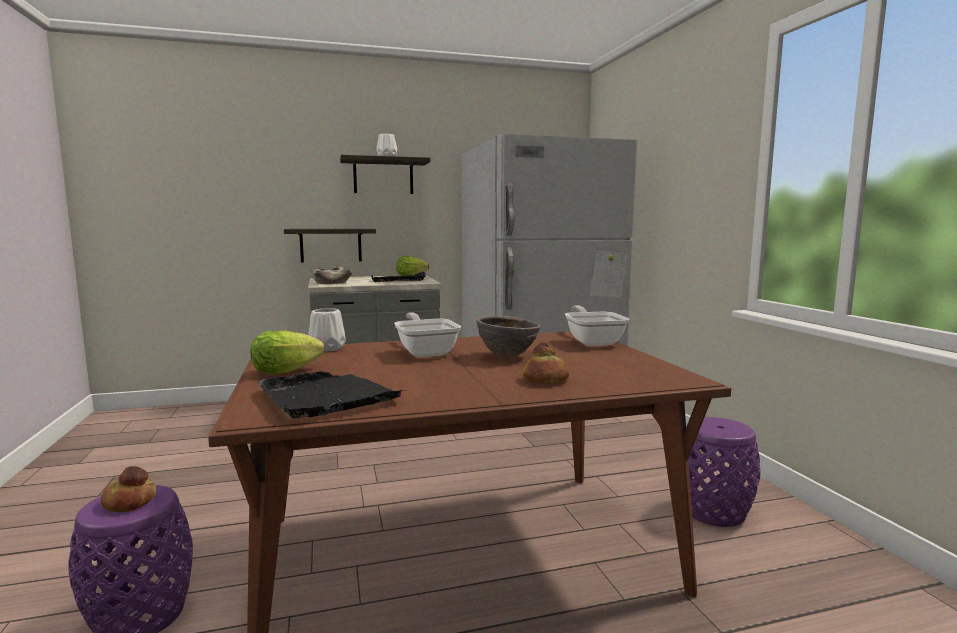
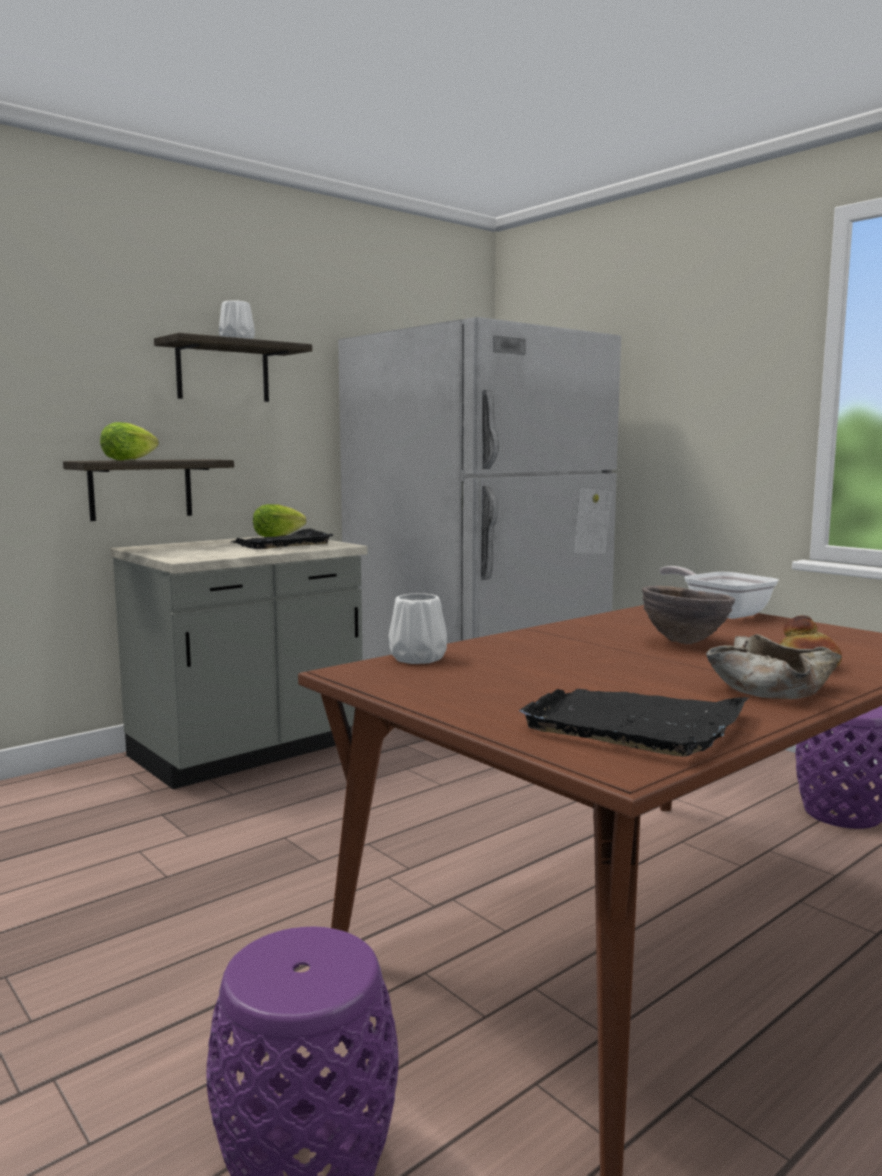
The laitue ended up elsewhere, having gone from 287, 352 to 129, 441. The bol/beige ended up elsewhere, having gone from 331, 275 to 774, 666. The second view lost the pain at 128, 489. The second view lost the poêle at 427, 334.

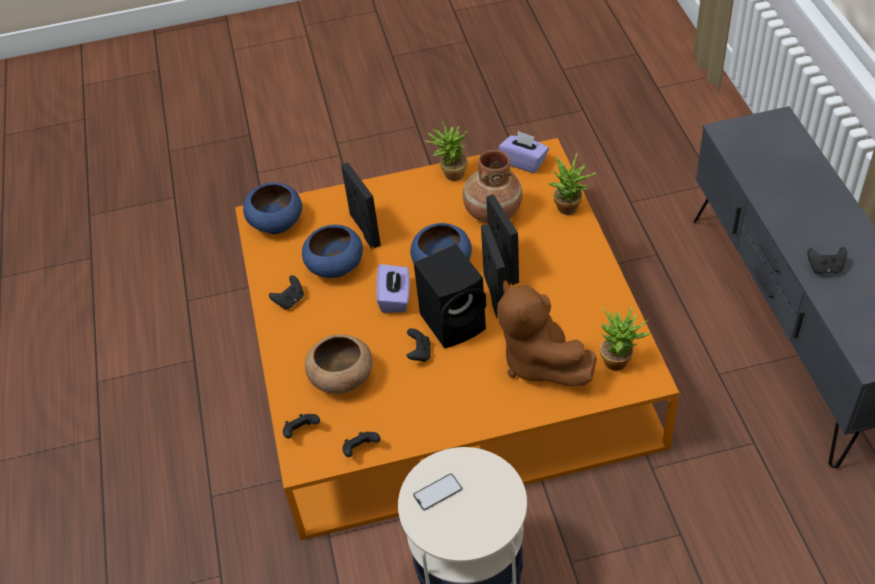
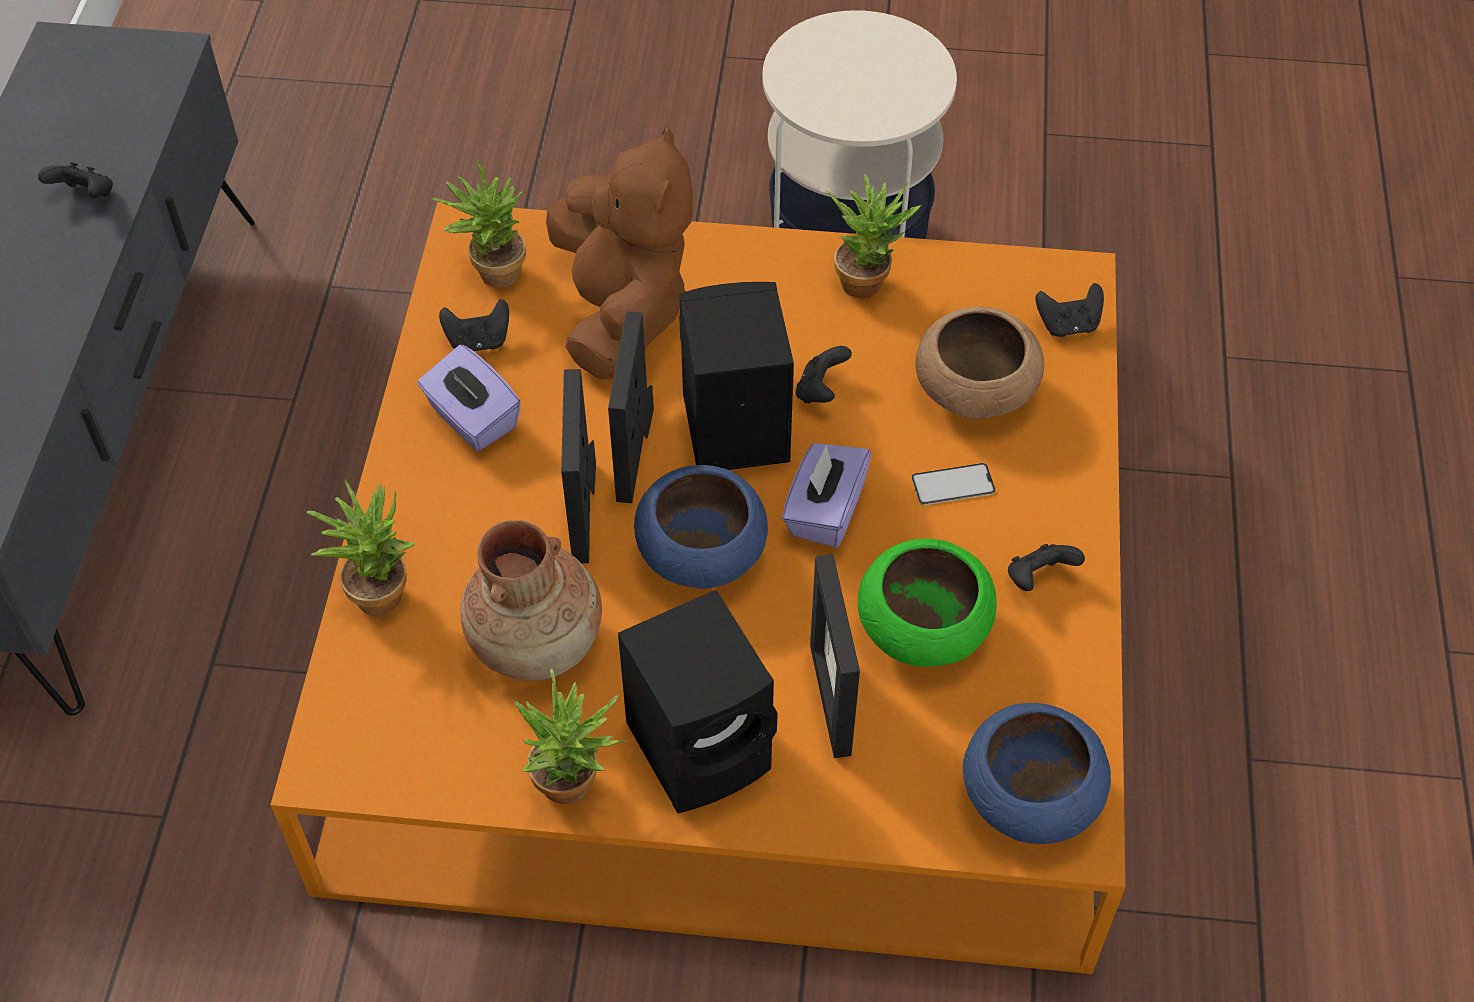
The boîte à mouchoirs/violet ended up elsewhere, having gone from 524, 152 to 469, 398. The manette/noir ended up elsewhere, having gone from 361, 444 to 474, 325. The second view gained the enceinte/noir at 698, 702. The second view gained the plante en pot at 873, 236. What was the bol/bleu at 332, 251 turned into the bol/vert at 927, 602. The téléphone ended up elsewhere, having gone from 437, 492 to 953, 484.

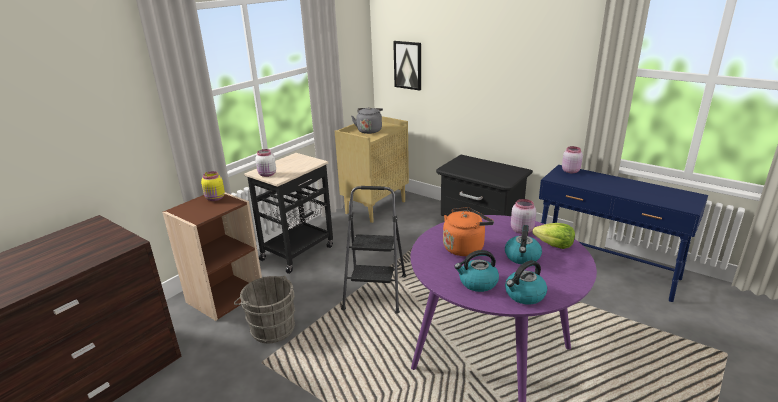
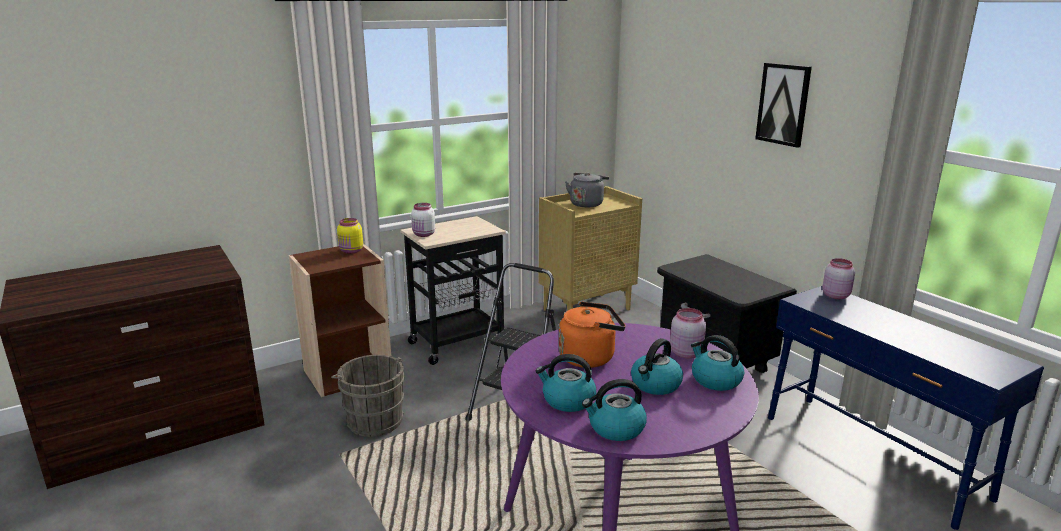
Where the laitue stood at 554, 236, the bouilloire came to stand at 717, 363. The tableau ended up elsewhere, having gone from 407, 66 to 783, 105.

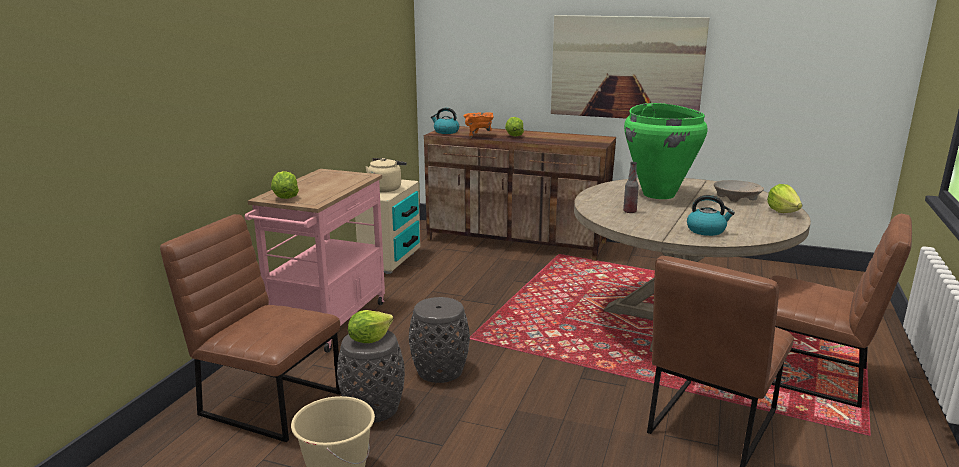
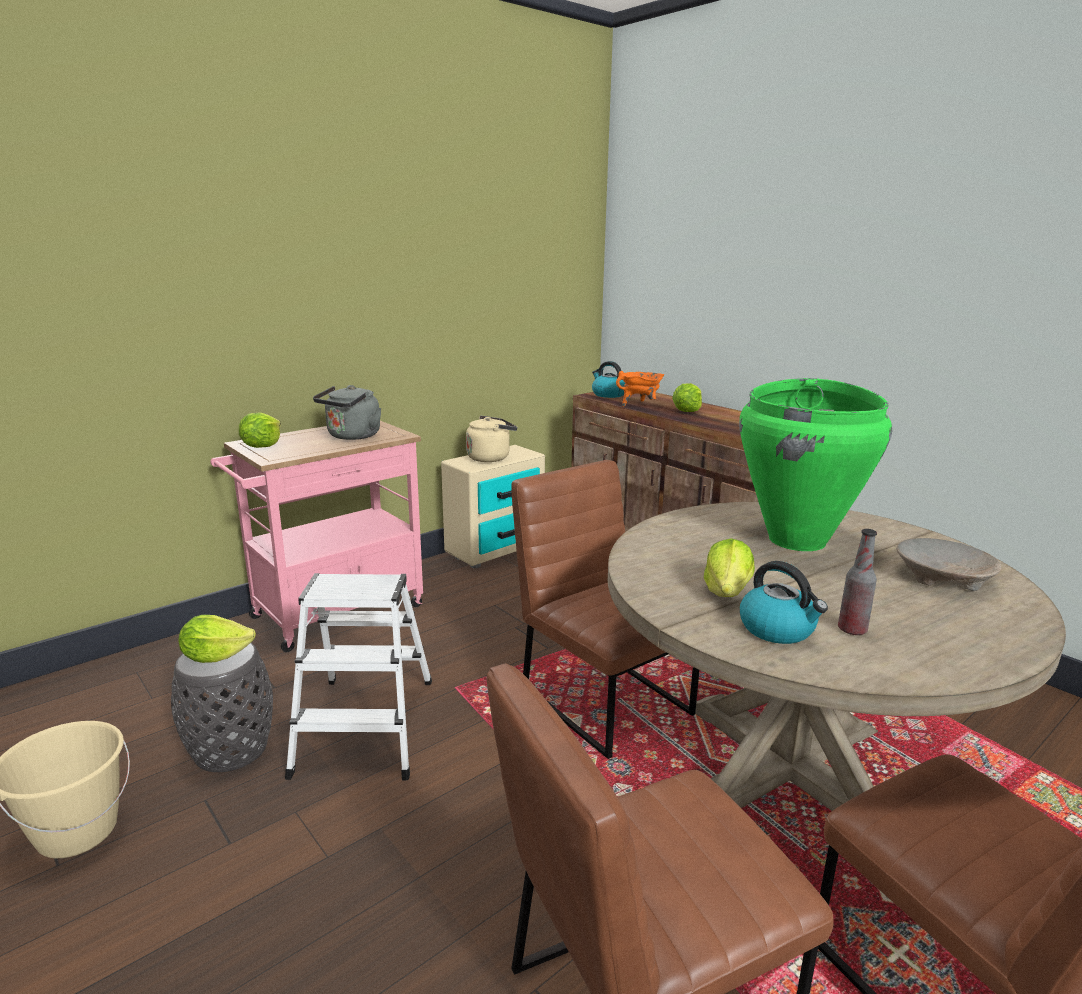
Where the tabouret/gris stood at 439, 340, the escabeau/blanc came to stand at 358, 676. The second view gained the bouilloire/gris at 347, 412. The chaise/marron ended up elsewhere, having gone from 250, 328 to 605, 609. The laitue ended up elsewhere, having gone from 784, 198 to 729, 567. The bouteille ended up elsewhere, having gone from 631, 187 to 857, 582. The second view lost the tableau at 630, 67.

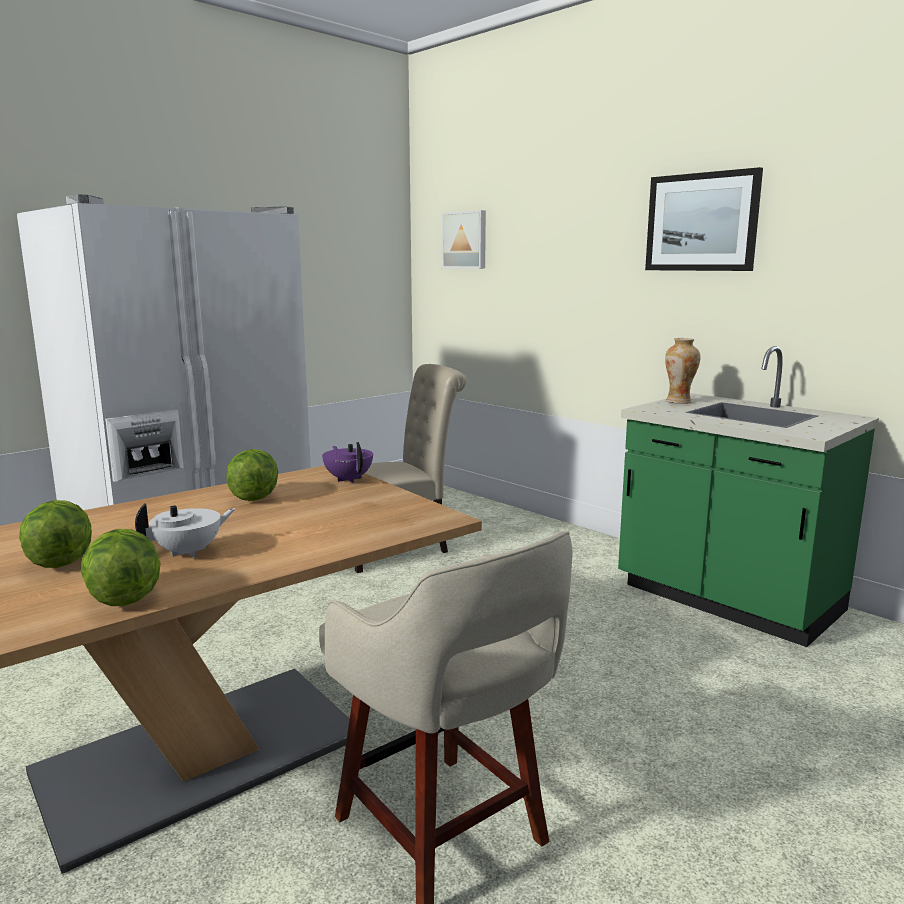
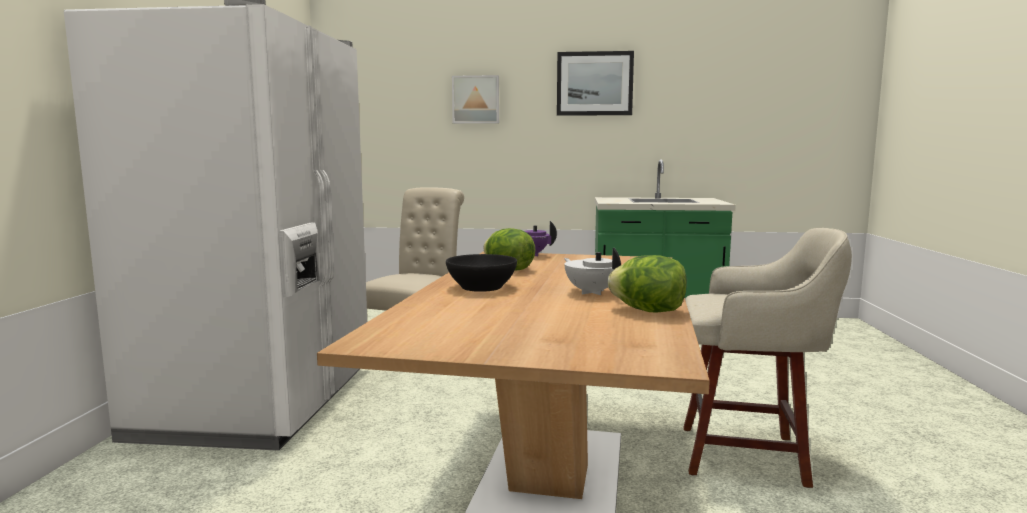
The second view gained the bol/noir at 481, 273. The tableau ended up elsewhere, having gone from 464, 239 to 475, 99. The théière/blanc at 185, 530 ended up facing another way, 45 degrees counterclockwise from before. The second view lost the laitue at 55, 534. The second view lost the vase at 682, 371.

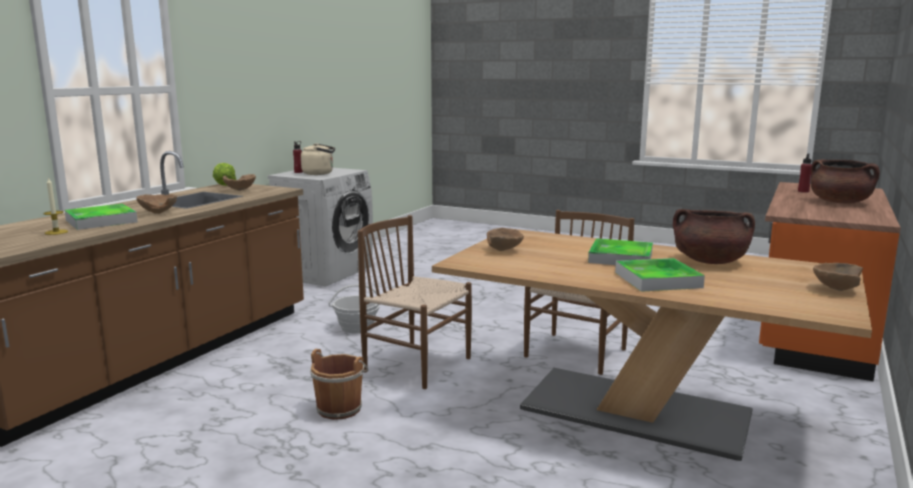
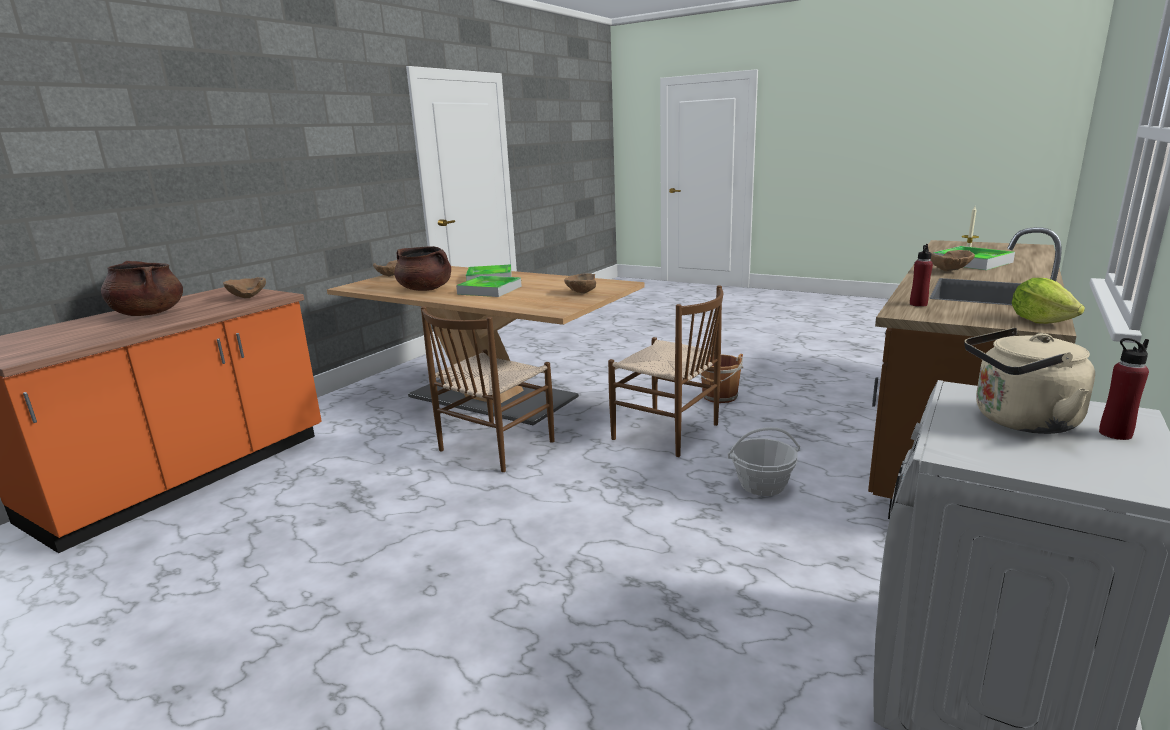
The bol/marron ended up elsewhere, having gone from 239, 182 to 244, 287. The bouteille/rouge ended up elsewhere, having gone from 805, 173 to 921, 275.

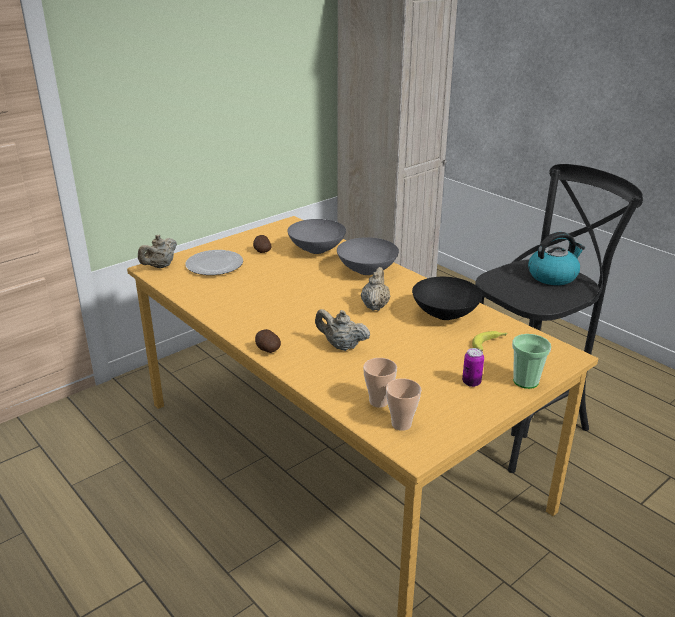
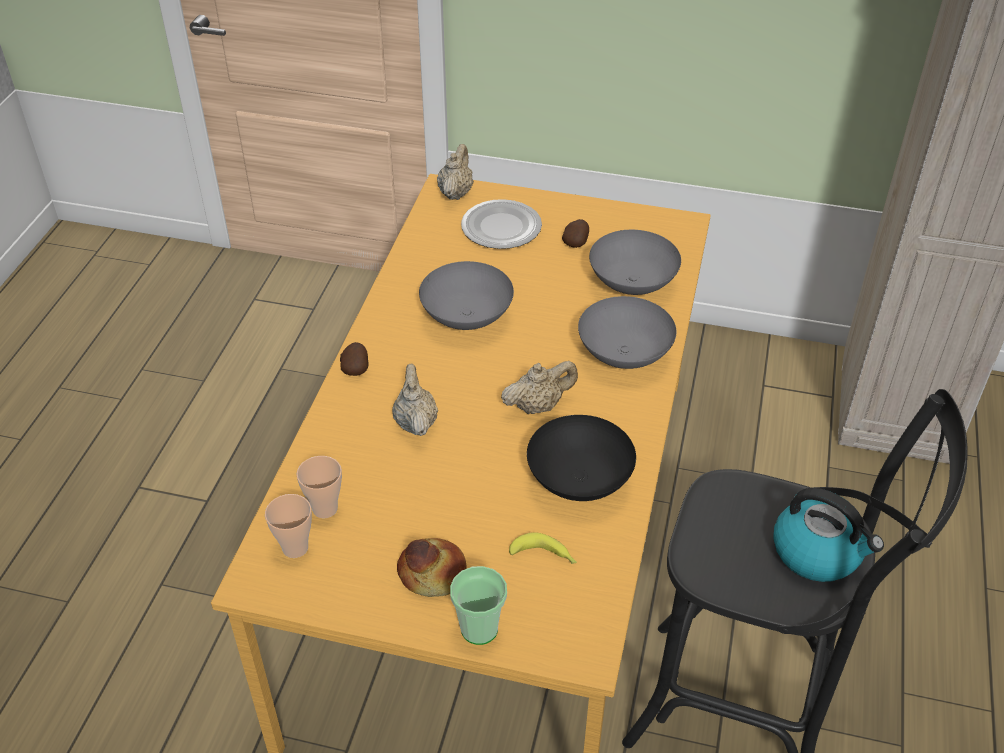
Where the boîte métallique stood at 473, 367, the pain came to stand at 431, 567. The second view gained the bol/gris at 466, 295. The théière/beige at 157, 251 ended up facing another way, 105 degrees clockwise from before.

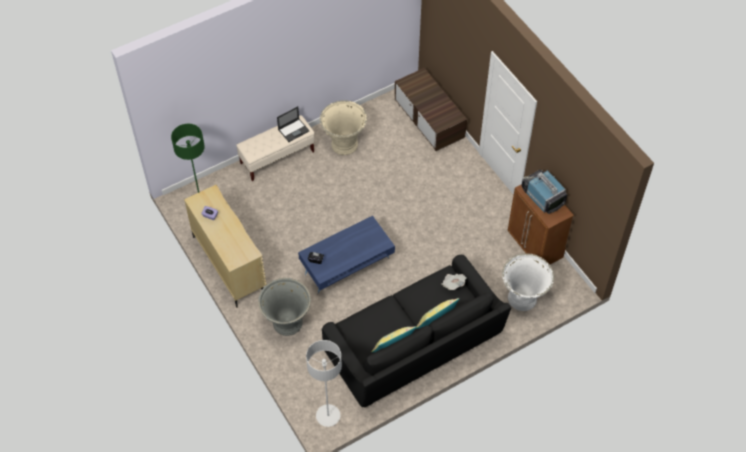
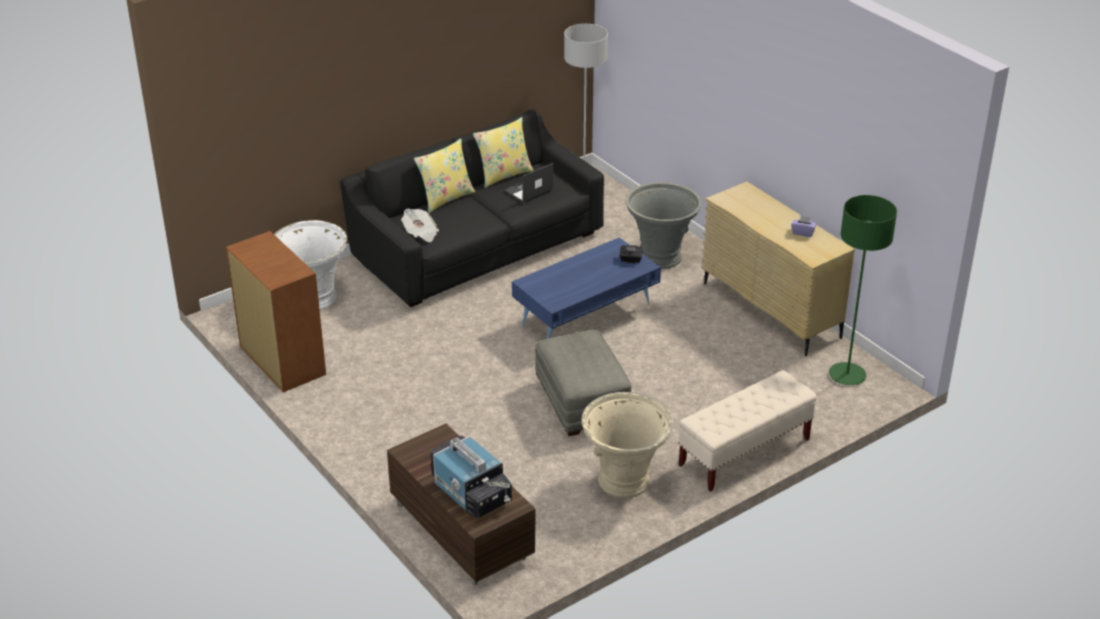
The téléviseur ended up elsewhere, having gone from 544, 191 to 471, 476. The ordinateur portable ended up elsewhere, having gone from 293, 124 to 529, 183. The second view gained the pouf/gris at 583, 383.

